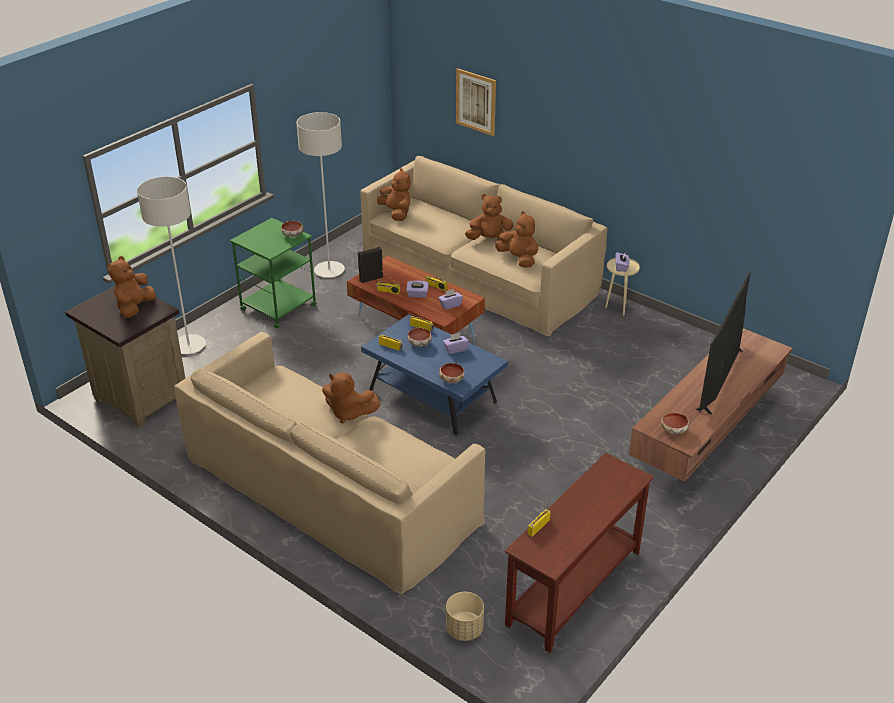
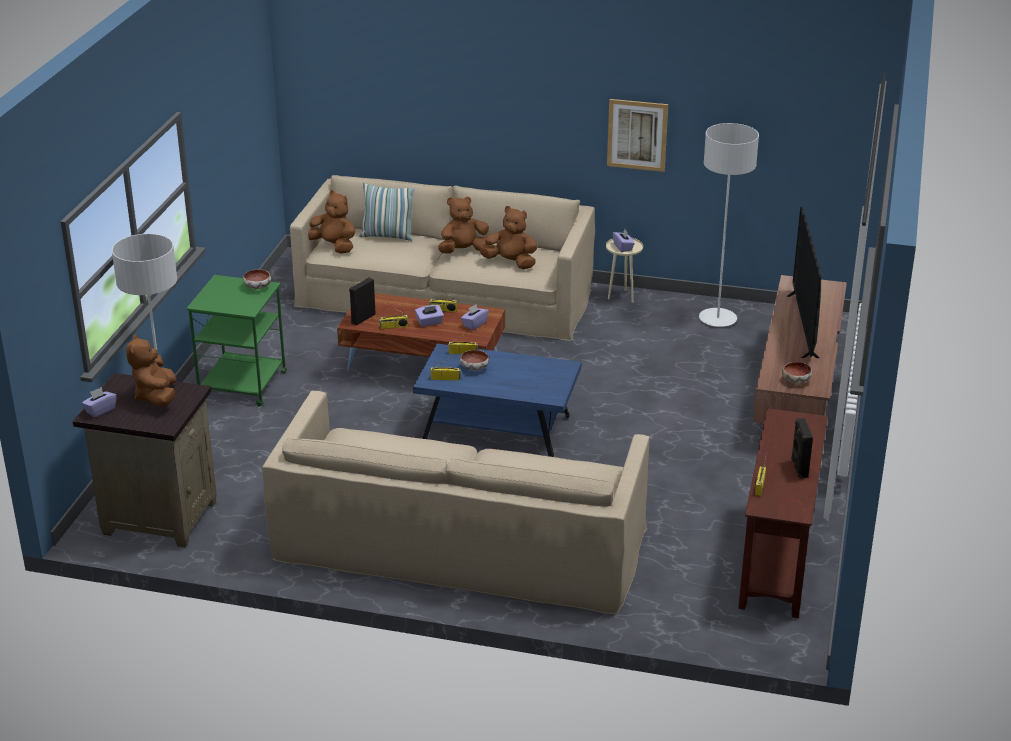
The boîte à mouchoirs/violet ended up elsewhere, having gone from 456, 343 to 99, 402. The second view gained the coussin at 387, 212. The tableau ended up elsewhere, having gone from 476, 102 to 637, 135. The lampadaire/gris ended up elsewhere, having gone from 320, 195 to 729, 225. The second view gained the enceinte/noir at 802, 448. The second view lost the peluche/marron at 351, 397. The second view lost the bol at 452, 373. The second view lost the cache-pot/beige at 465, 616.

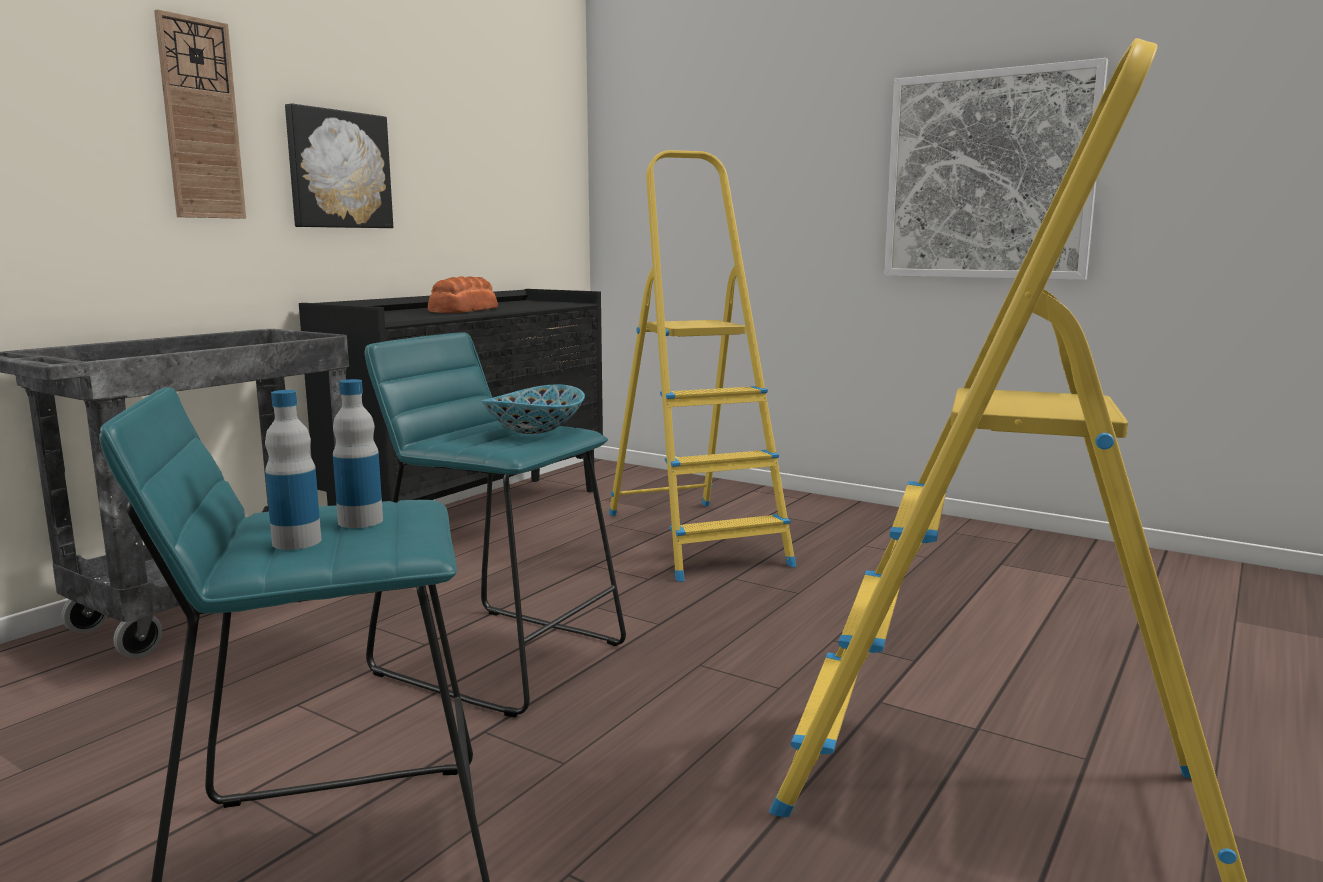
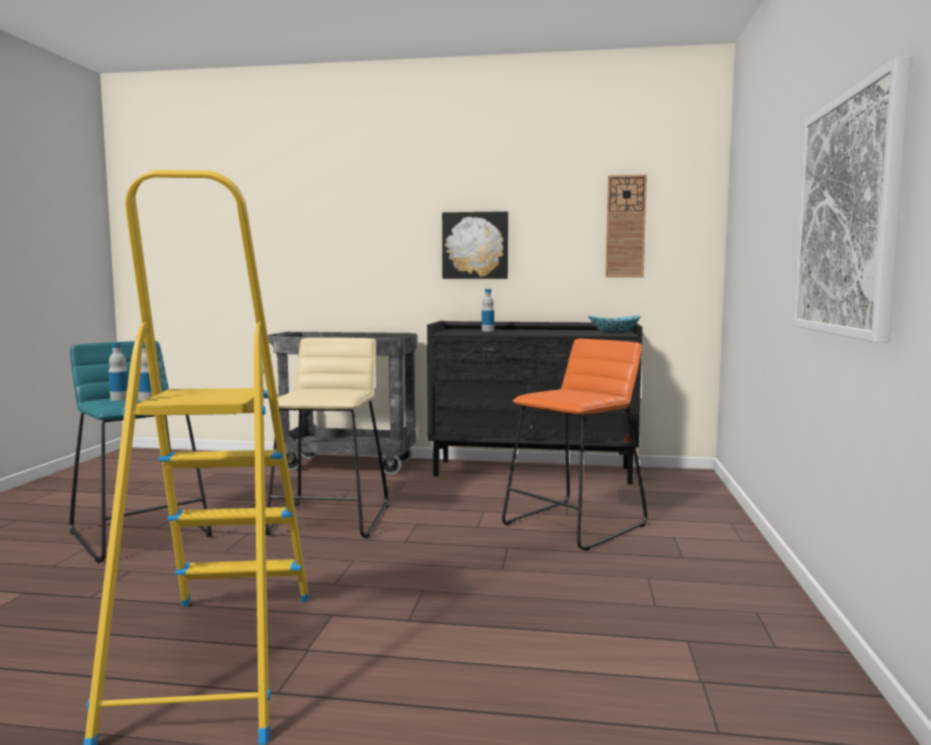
What was the tabouret/turquoise at 495, 524 turned into the tabouret/beige at 327, 438. The second view gained the bouteille at 488, 310. Where the escabeau/jaune stood at 702, 366, the tabouret/orange came to stand at 575, 445. The bol ended up elsewhere, having gone from 533, 409 to 614, 325. The horloge murale ended up elsewhere, having gone from 200, 114 to 626, 226. The second view lost the pain at 463, 294.

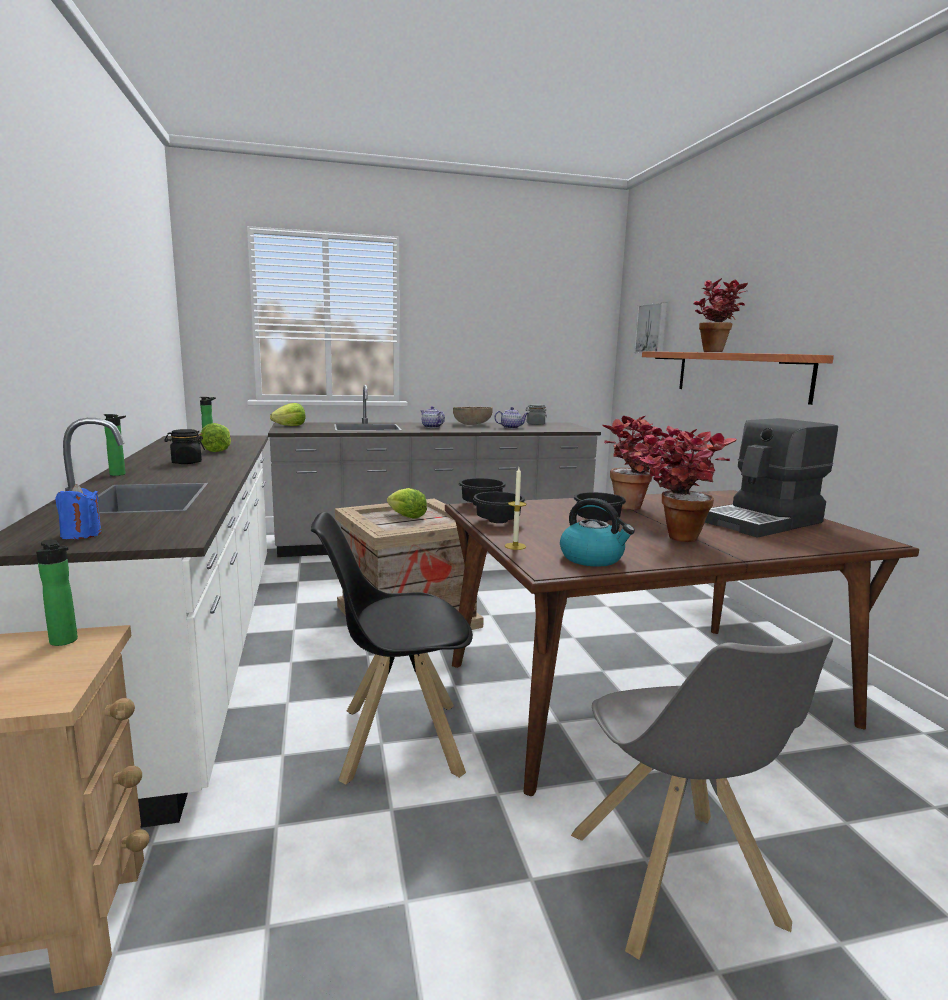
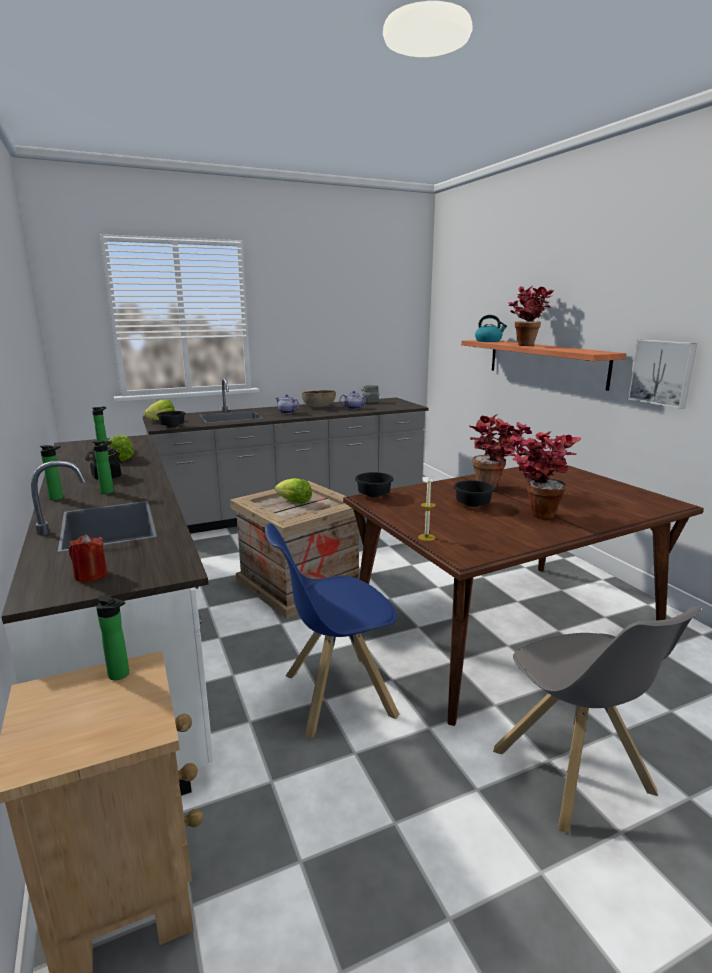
What was the bougie/bleu at 78, 511 turned into the bougie/rouge at 88, 558. The second view gained the bouteille at 103, 467. The bol/noir ended up elsewhere, having gone from 499, 507 to 171, 419. What was the chaise/noir at 392, 648 turned into the chaise/bleu at 332, 631. The bouilloire ended up elsewhere, having gone from 597, 532 to 491, 328. The tableau ended up elsewhere, having gone from 650, 328 to 662, 374. The second view lost the machine à café at 771, 478.

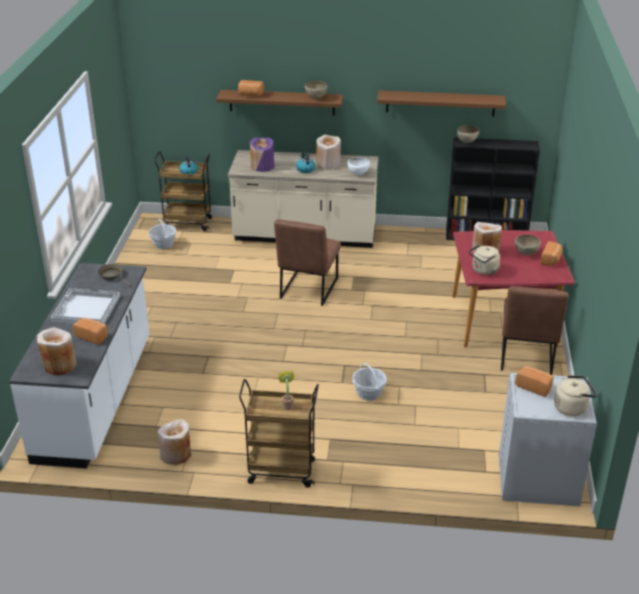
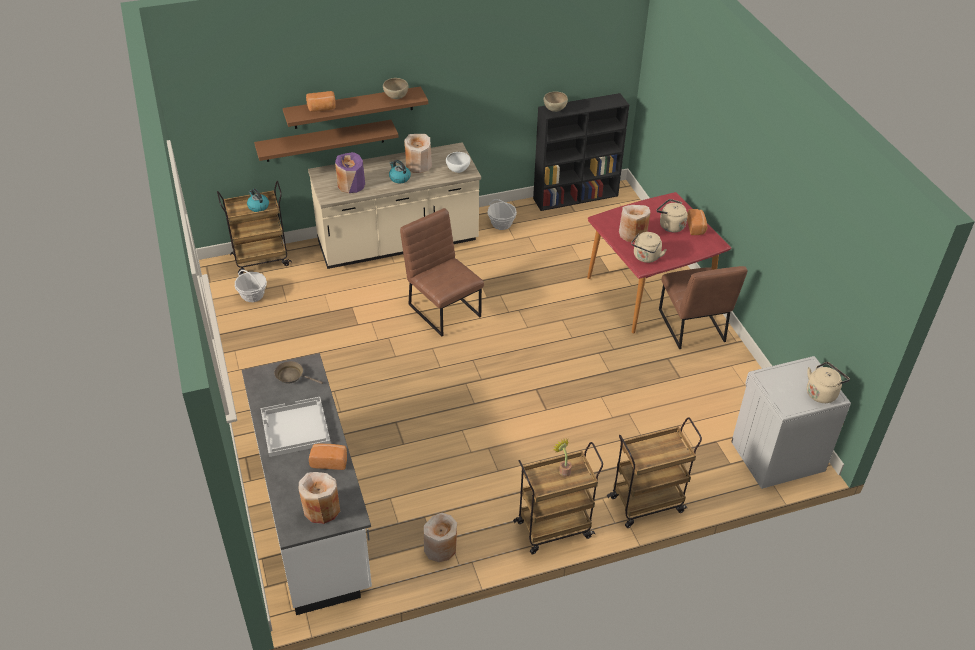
The étagère/marron ended up elsewhere, having gone from 441, 103 to 326, 141. The chaise/marron at 307, 262 ended up facing another way, 150 degrees clockwise from before. The panier ended up elsewhere, having gone from 369, 381 to 502, 214. The second view gained the chariot/marron at 654, 473. Where the bol/marron stood at 528, 244, the bouilloire/beige came to stand at 672, 215. The second view lost the pain at 534, 381.

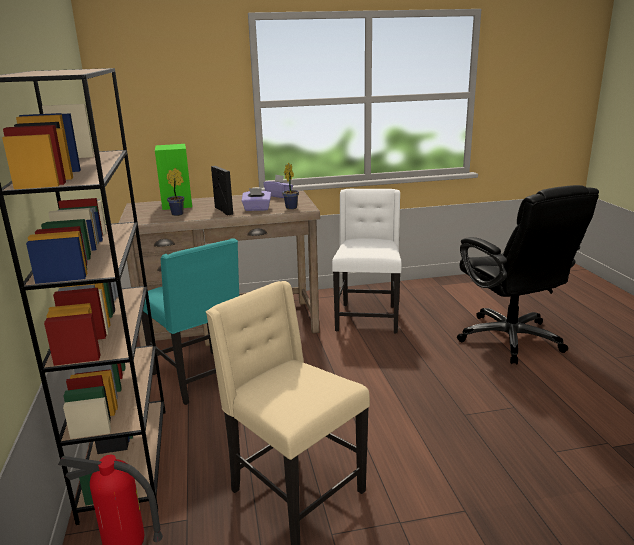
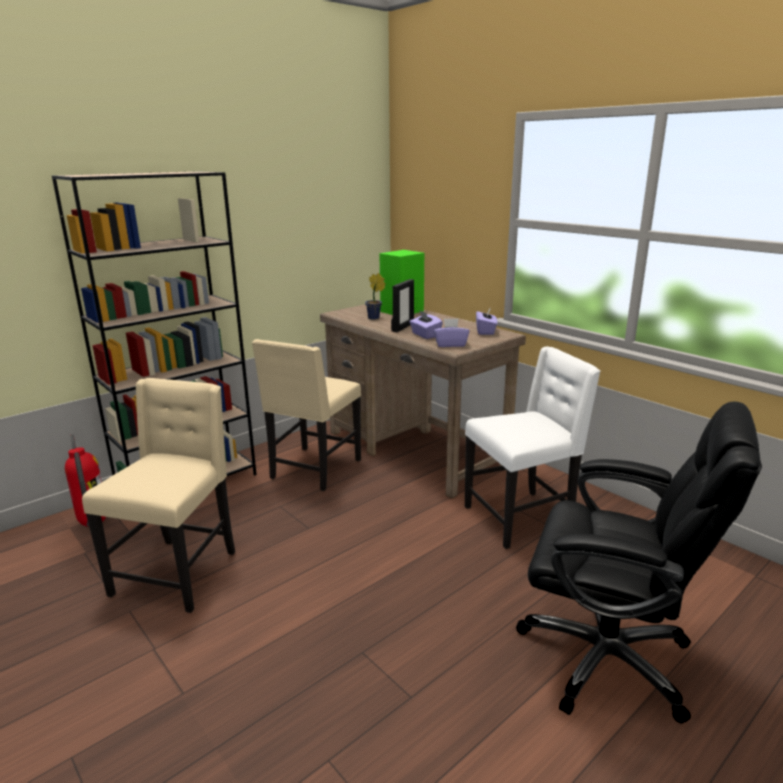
What was the chaise/turquoise at 190, 321 turned into the chaise/beige at 306, 415. Where the plante en pot stood at 290, 185, the boîte à mouchoirs/violet came to stand at 451, 332. The chaise de bureau/noir at 528, 274 ended up facing another way, 105 degrees counterclockwise from before.

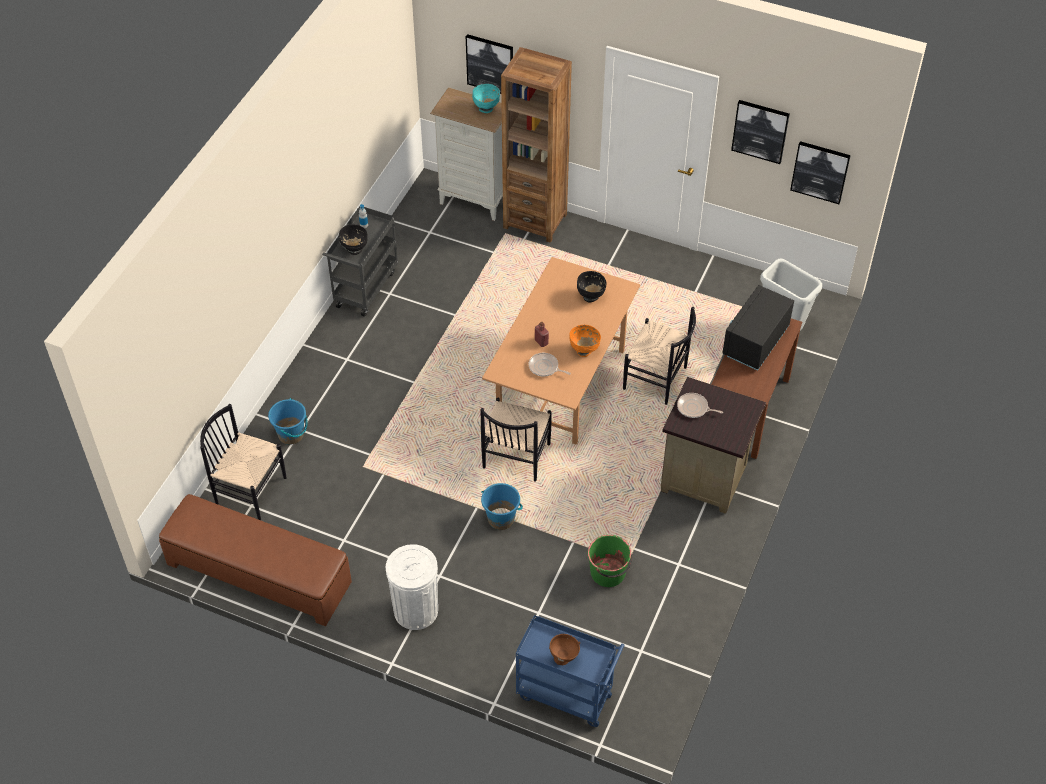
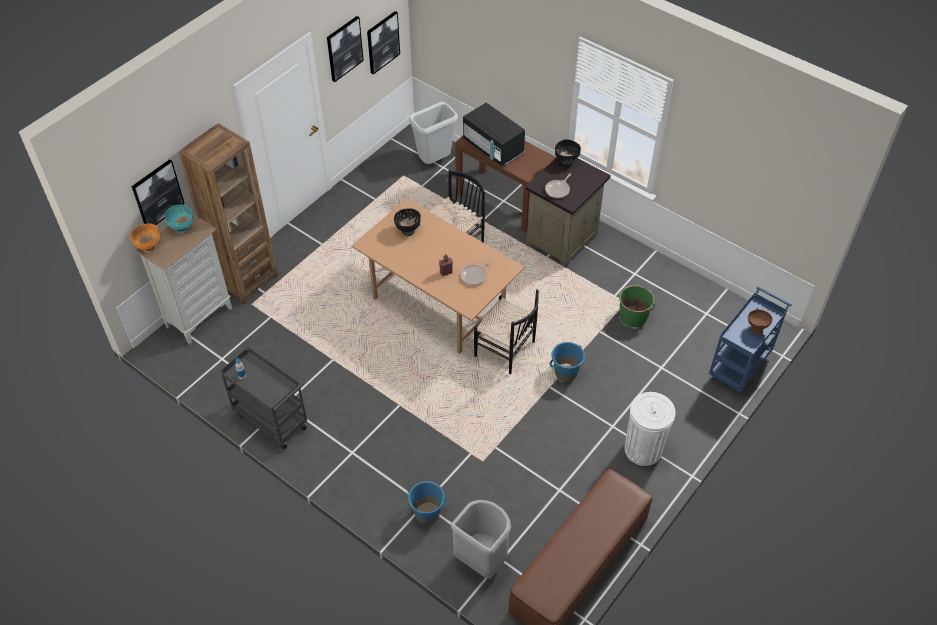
The bol/orange ended up elsewhere, having gone from 585, 341 to 145, 238. Where the chaise/noir stood at 243, 462, the poubelle/gris came to stand at 481, 539. The bol/noir ended up elsewhere, having gone from 353, 239 to 568, 152.

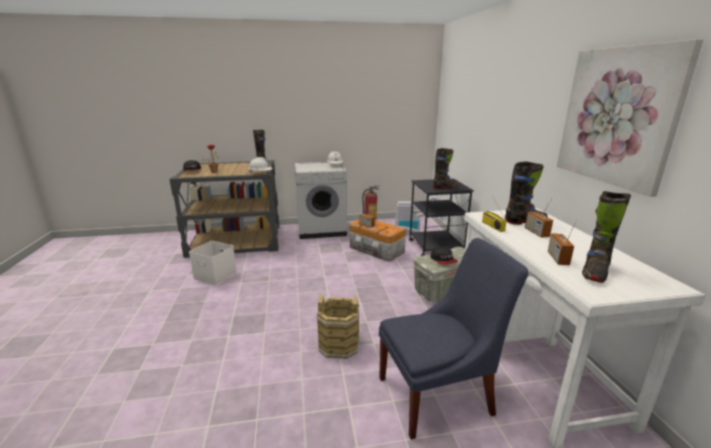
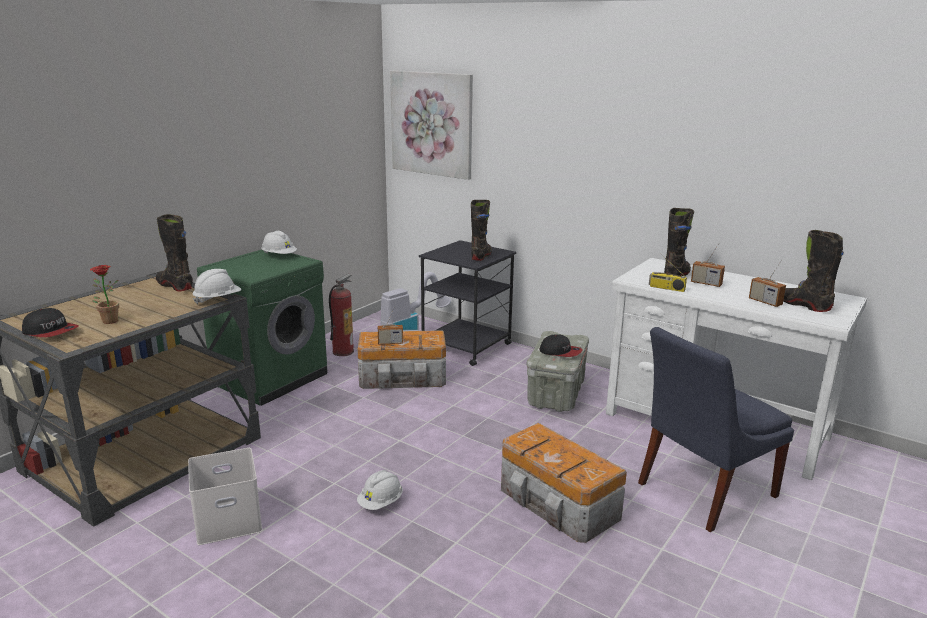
What was the lave-linge/blanc at 321, 200 turned into the lave-linge/vert at 262, 328. The second view gained the casque de chantier/blanc at 380, 490. The tableau ended up elsewhere, having gone from 630, 118 to 431, 125. Where the seau/marron stood at 337, 327, the boîte de rangement came to stand at 564, 483. The chaise/bleu at 453, 339 ended up facing another way, 150 degrees counterclockwise from before. The botte/noir at 606, 237 ended up facing another way, 150 degrees clockwise from before.

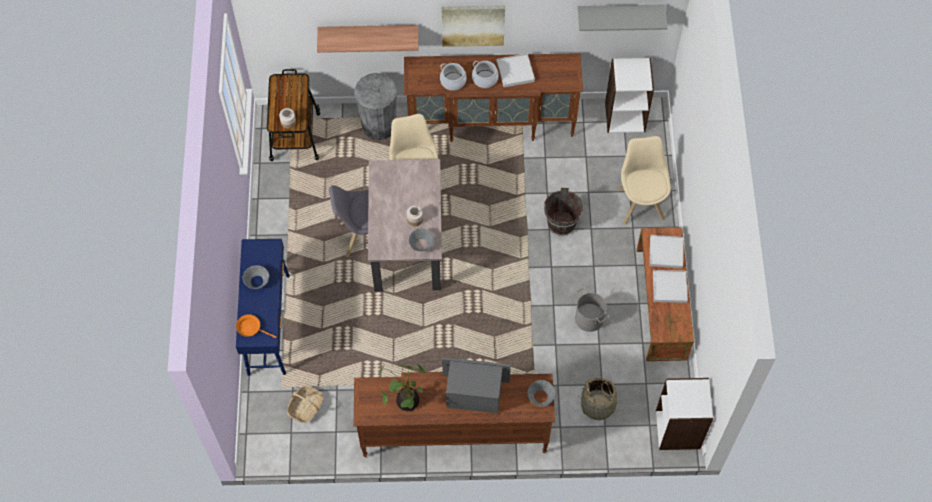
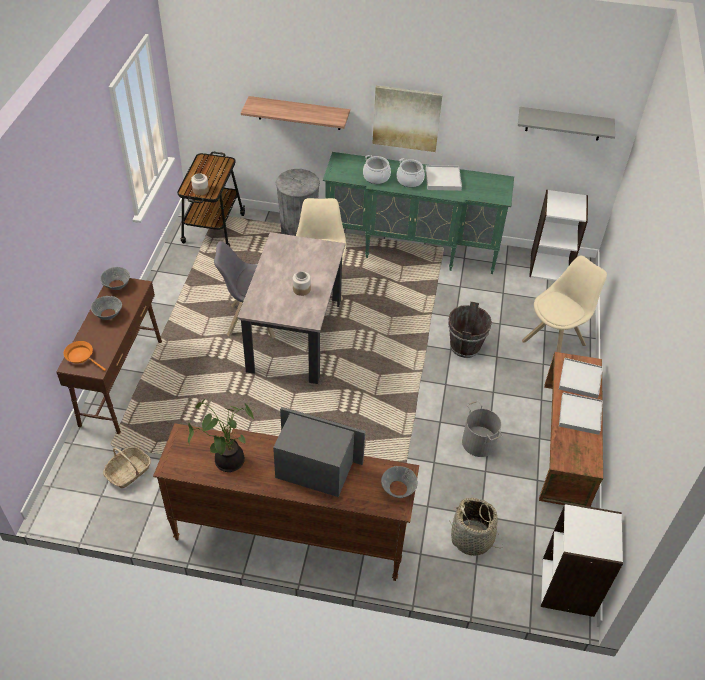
What was the table console/bleu at 263, 307 turned into the table console/marron at 109, 356. The bol/gris ended up elsewhere, having gone from 422, 240 to 115, 278. What was the meuble de rangement/marron at 493, 97 turned into the meuble de rangement/vert at 418, 213. The chaise/beige at 644, 180 ended up facing another way, 45 degrees clockwise from before.

